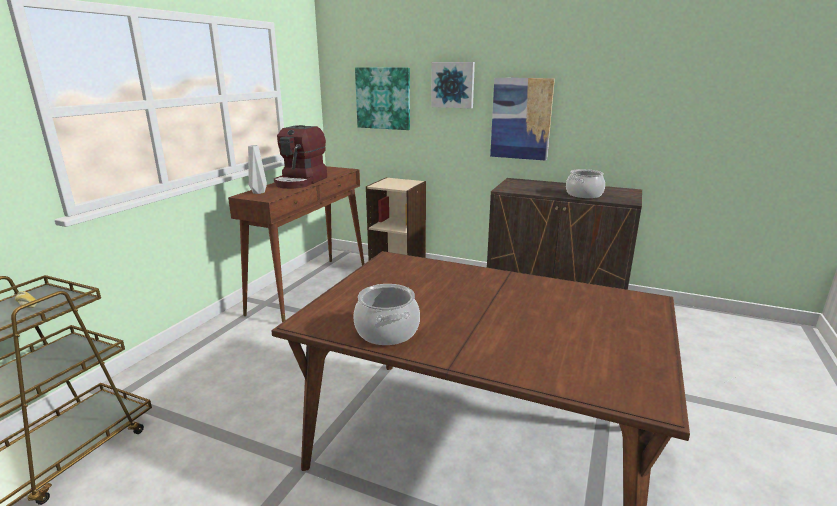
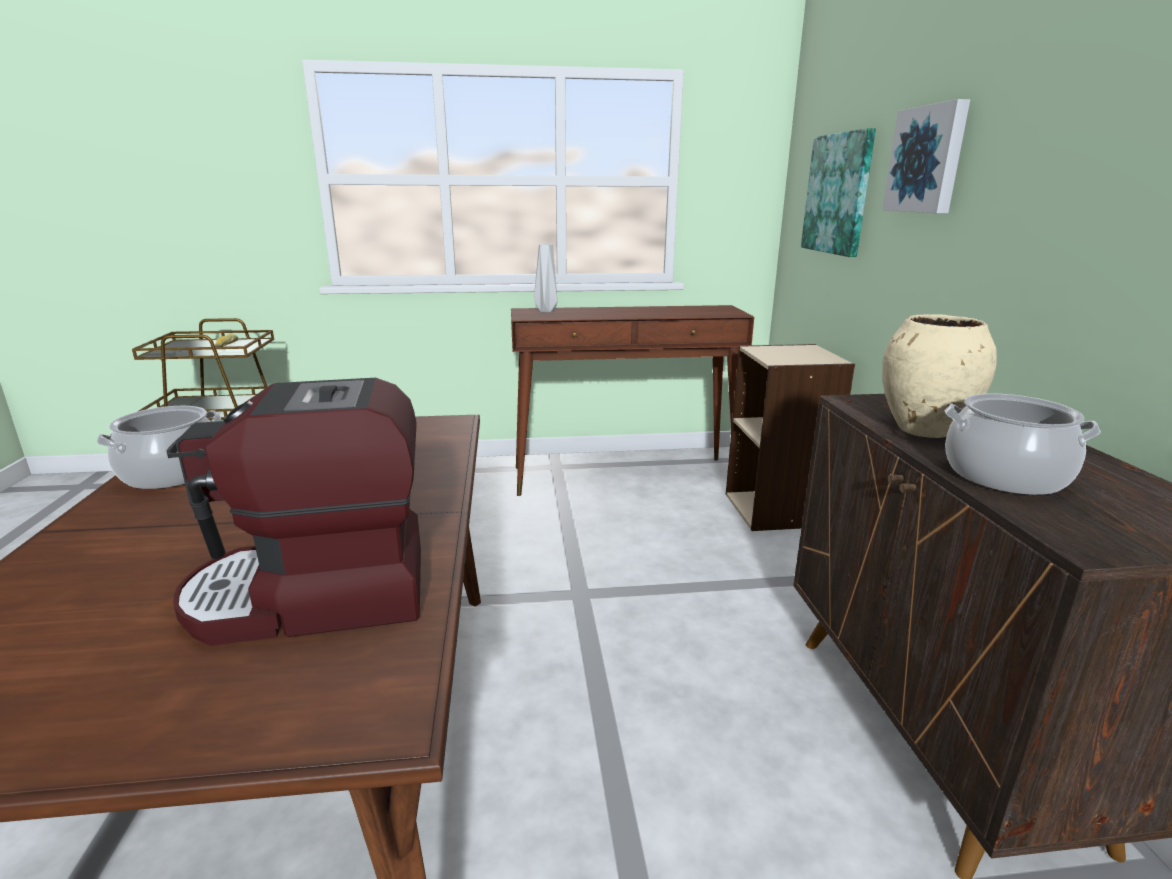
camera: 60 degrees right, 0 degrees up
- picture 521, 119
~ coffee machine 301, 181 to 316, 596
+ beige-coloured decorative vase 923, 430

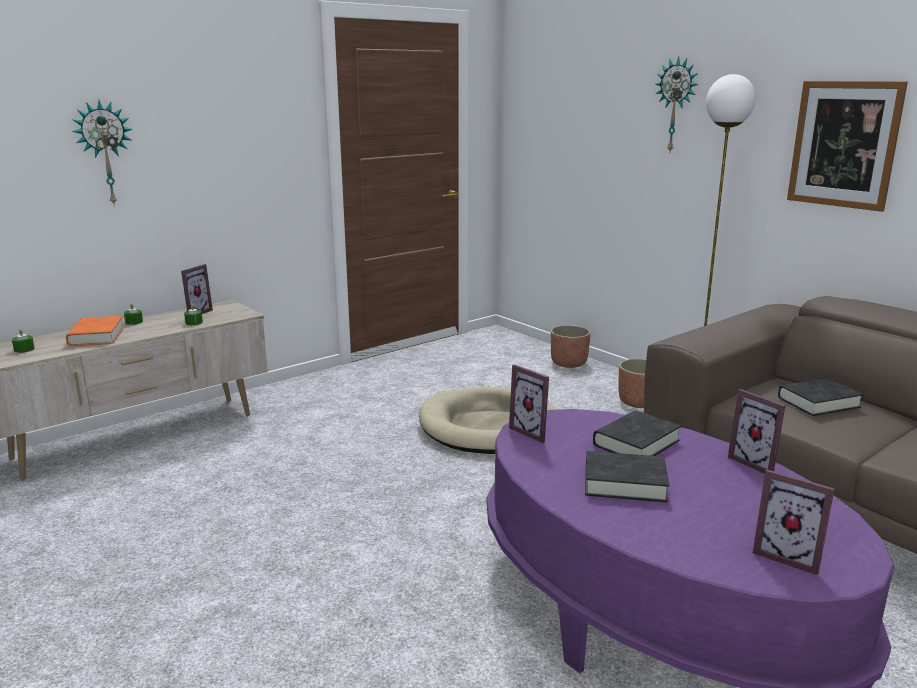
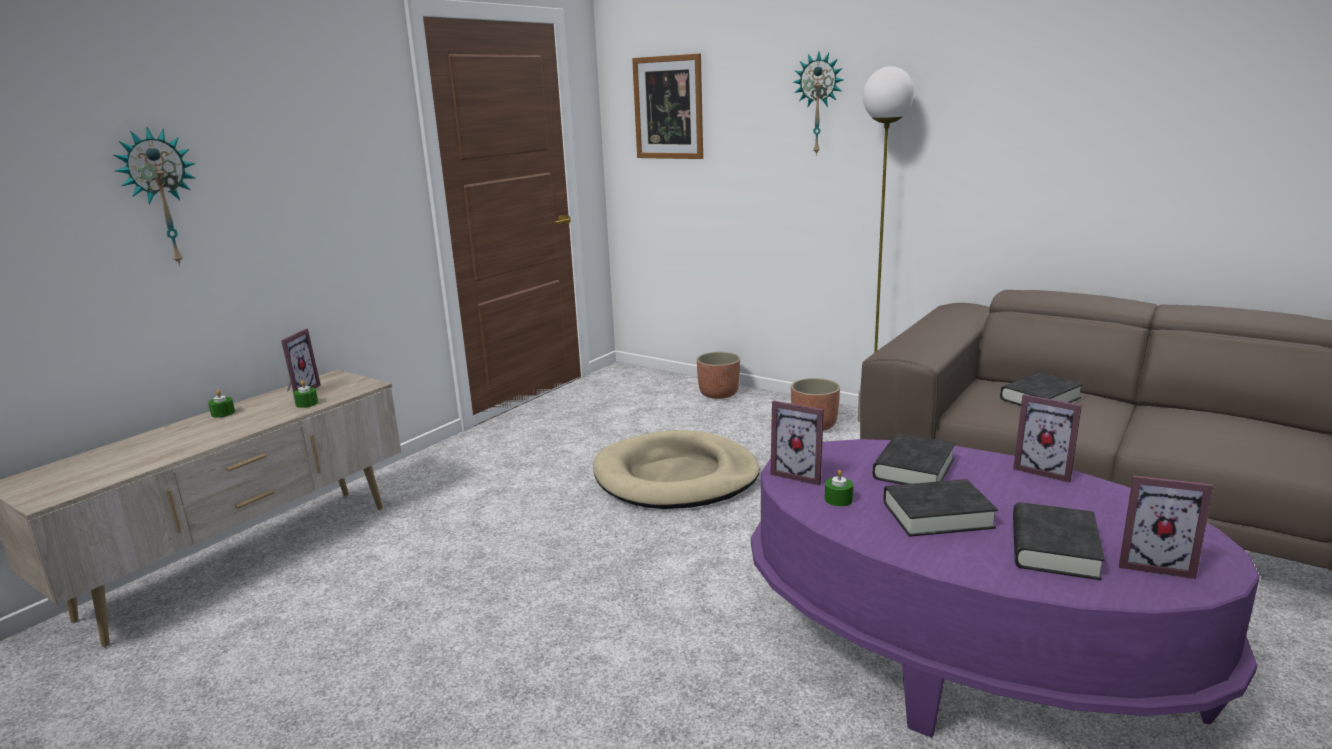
camera: 15 degrees left, 0 degrees up
~ picture 844, 144 to 668, 108
- orangey bound book 96, 336
~ green candle 24, 349 to 838, 499
+ black-coloured bound book 1053, 548

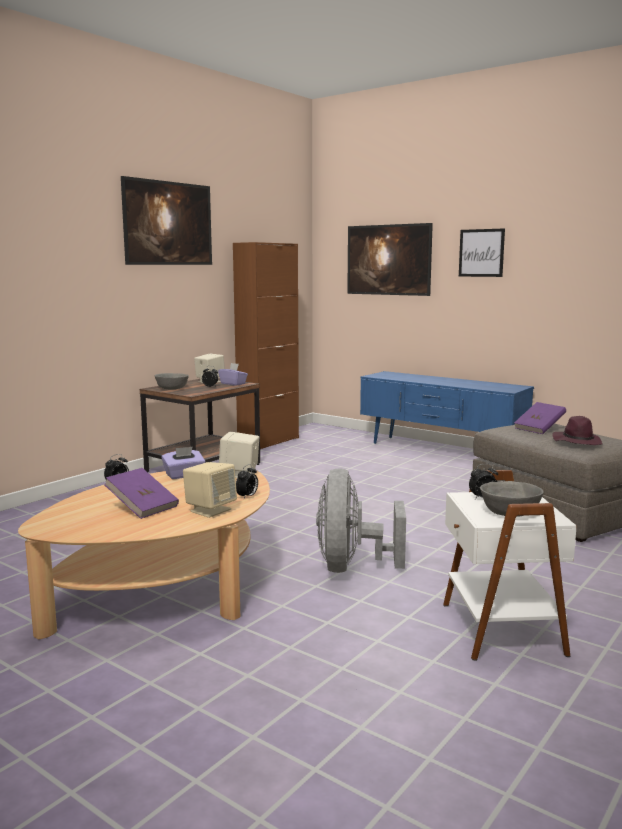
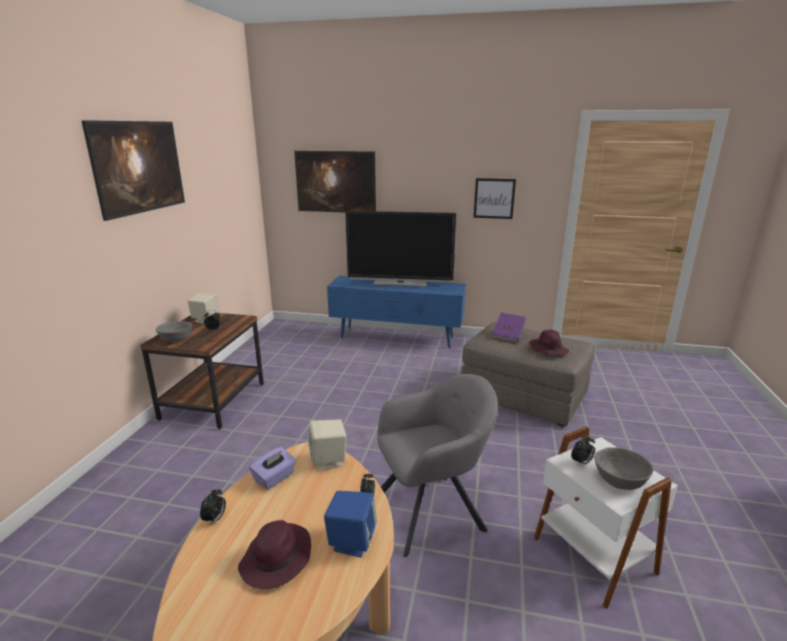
camera: 25 degrees left, 10 degrees up
~ picture 481, 253 to 494, 198
- brown-coloured cupboard 268, 442
- purple-coloured tissue box 233, 384
~ beige-coloured audio speaker 210, 510 to bluish audio speaker 352, 541
~ purple-coloured bound book 142, 507 to purple-coloured hat 276, 559
~ gray cooling fan 351, 567 to gray easy chair 432, 510
+ television 400, 283

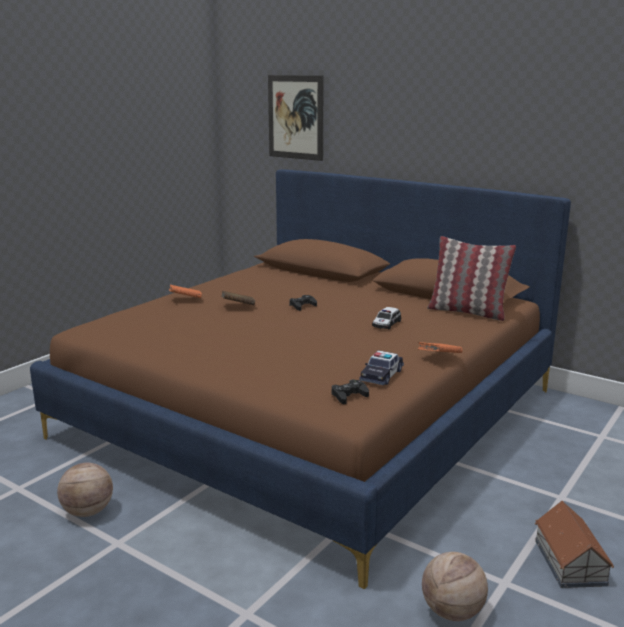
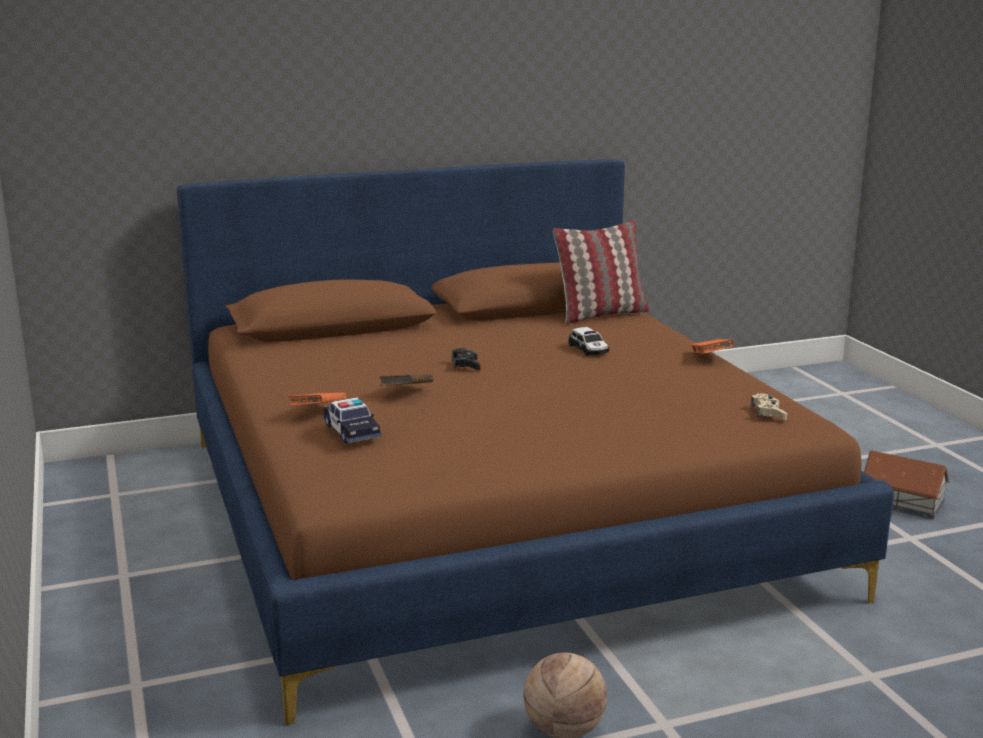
camera: 55 degrees left, 0 degrees up
- picture 295, 117
~ model car 382, 375 to 351, 431
~ black-coloured game controller 349, 396 to beige-coloured game controller 768, 413
- basketball 452, 612

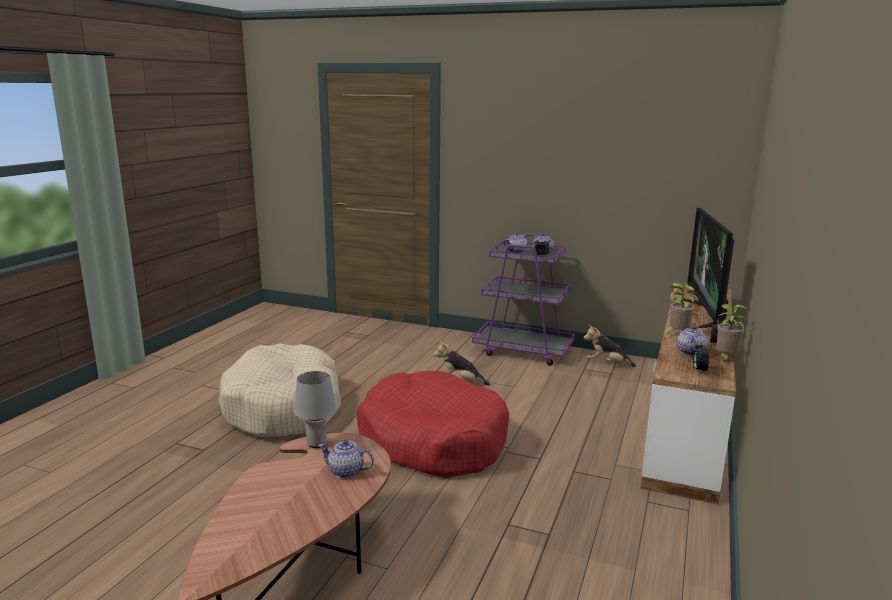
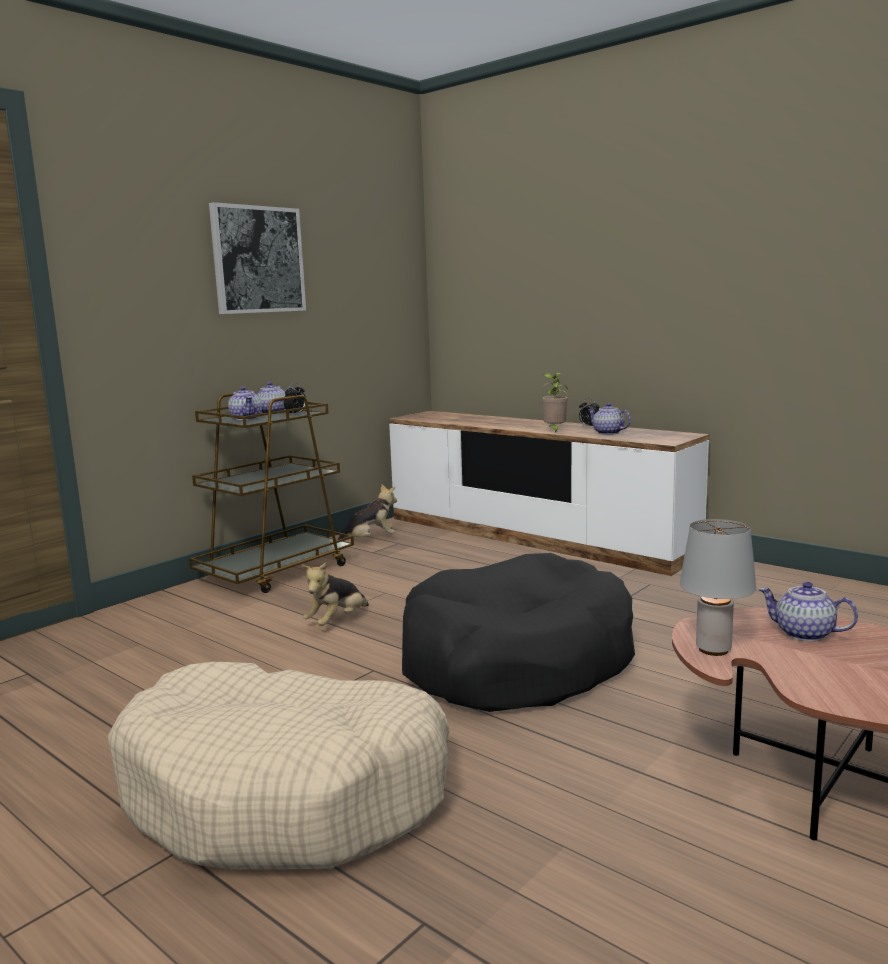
camera: 70 degrees left, 5 degrees down
- television 706, 314
~ purple-coloured cart 523, 351 to brown-coloured cart 276, 571
- potted plant 725, 358
~ plush toy 607, 363 = 370, 540 150 degrees counterclockwise
- bedside clock 699, 370
~ red-coloured dog cushion 432, 440 to black-coloured dog cushion 516, 662
~ pot for tea 345, 471 = 803, 634 90 degrees clockwise
+ picture 257, 260

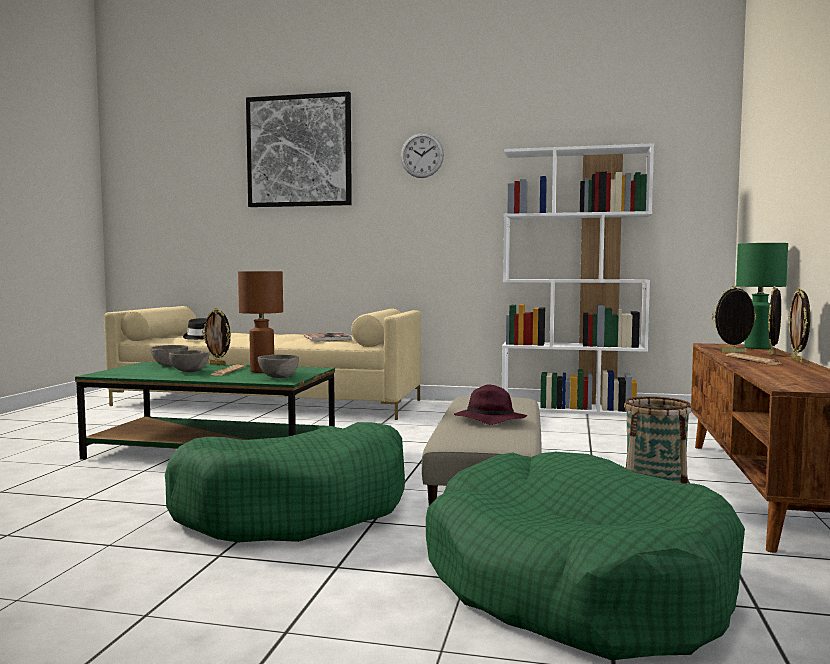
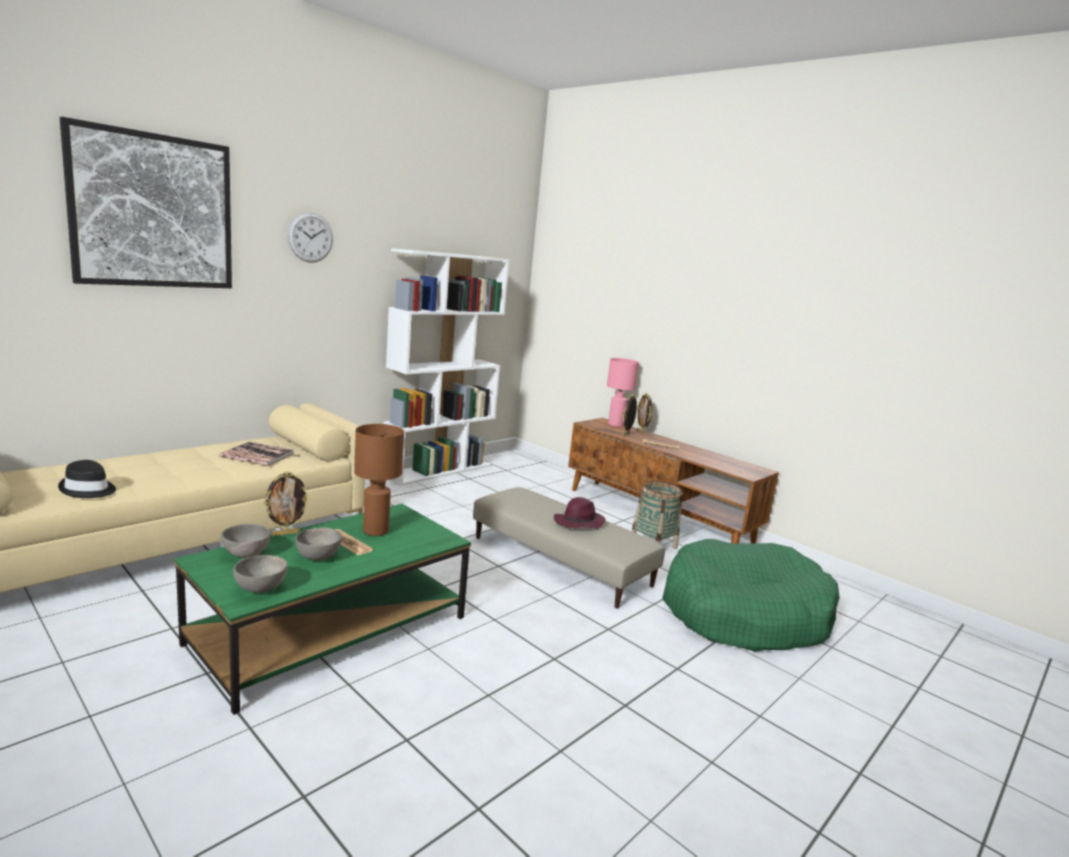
camera: 60 degrees left, 10 degrees up
~ green table lamp 758, 348 to pink table lamp 615, 424
- standing frame 797, 361
~ gray bowl 279, 377 to 261, 589
- green dog cushion 296, 509

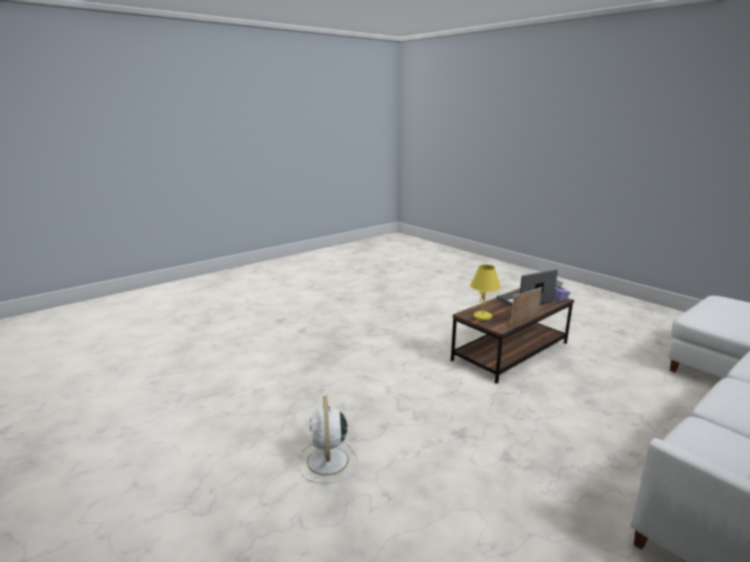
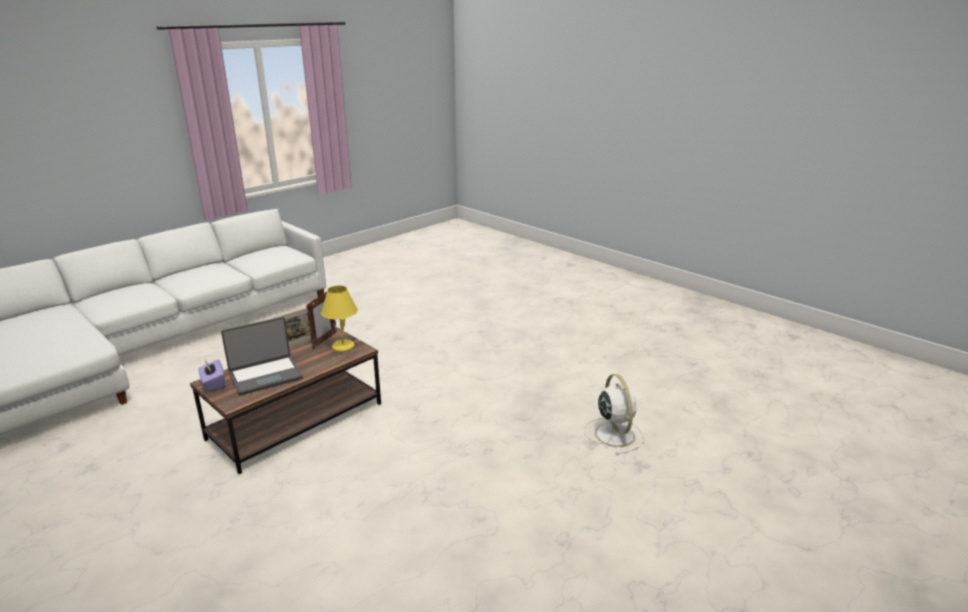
camera: 175 degrees right, 5 degrees up
~ whitish cooling fan 328, 462 to 614, 434
+ standing frame 324, 341

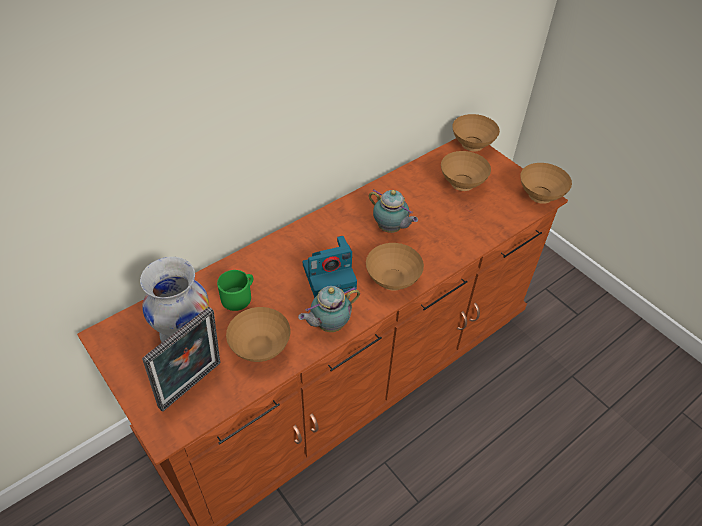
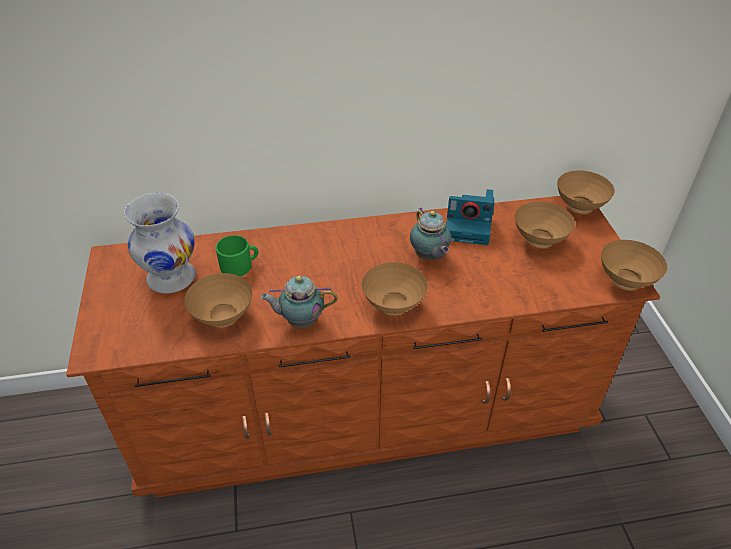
camera: 30 degrees right, 5 degrees down
~ photo camera 330, 275 to 469, 227
- standing frame 193, 387

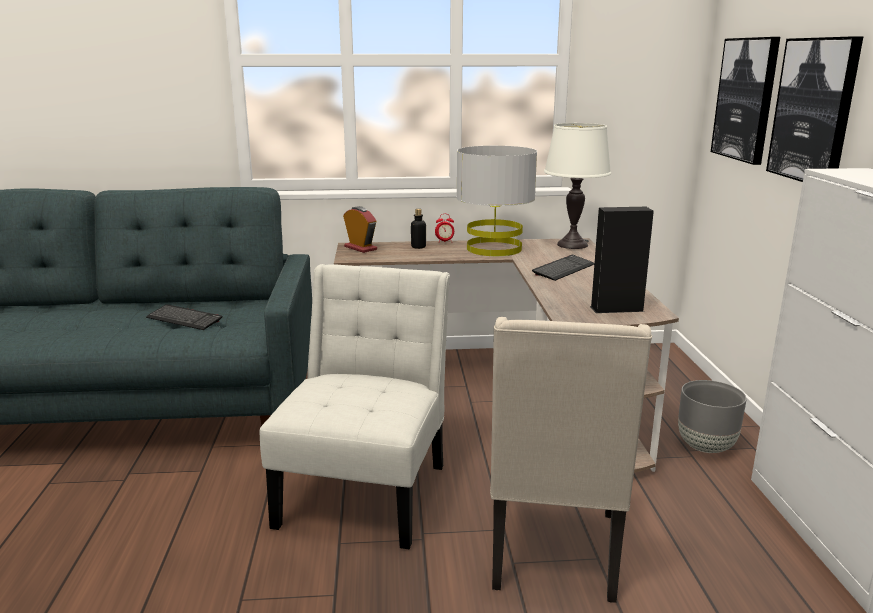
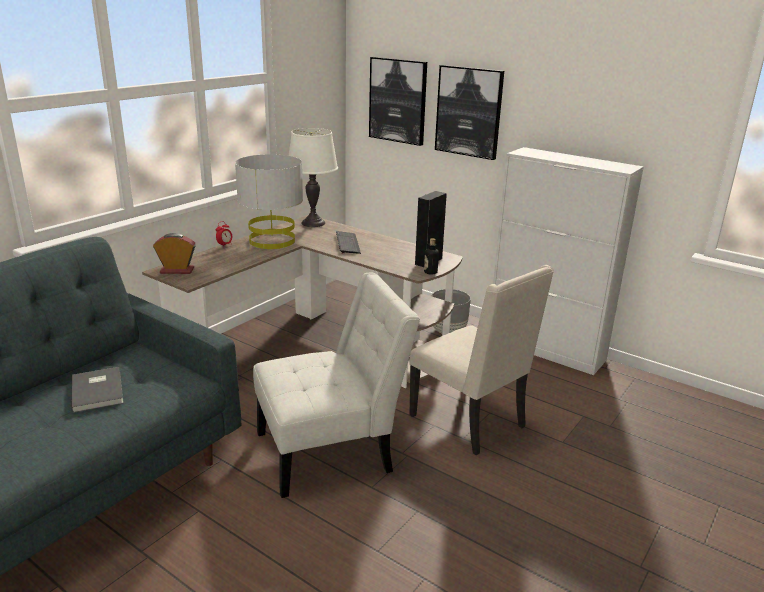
camera: 50 degrees left, 5 degrees up
~ beverage bottle 418, 247 to 430, 272
~ whitish plain chair 367, 489 = 331, 450 105 degrees clockwise
~ computer keyboard 184, 319 to gray bound book 99, 390

